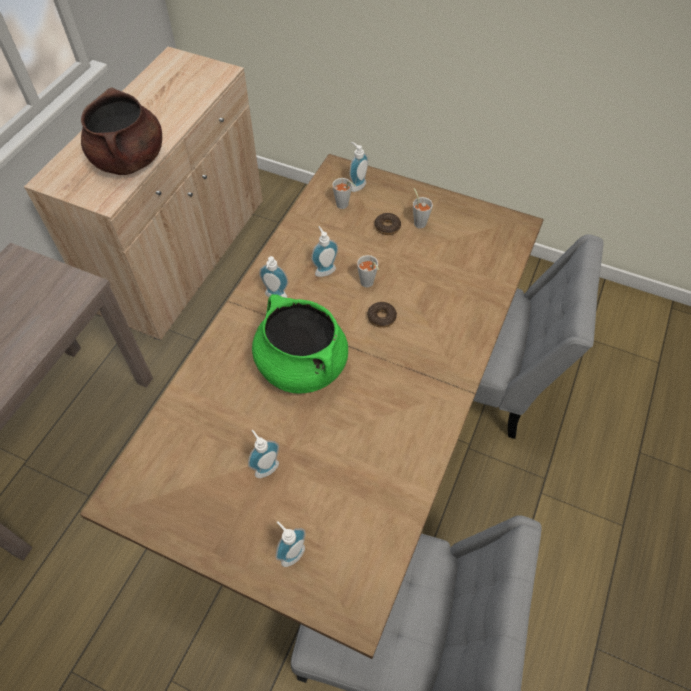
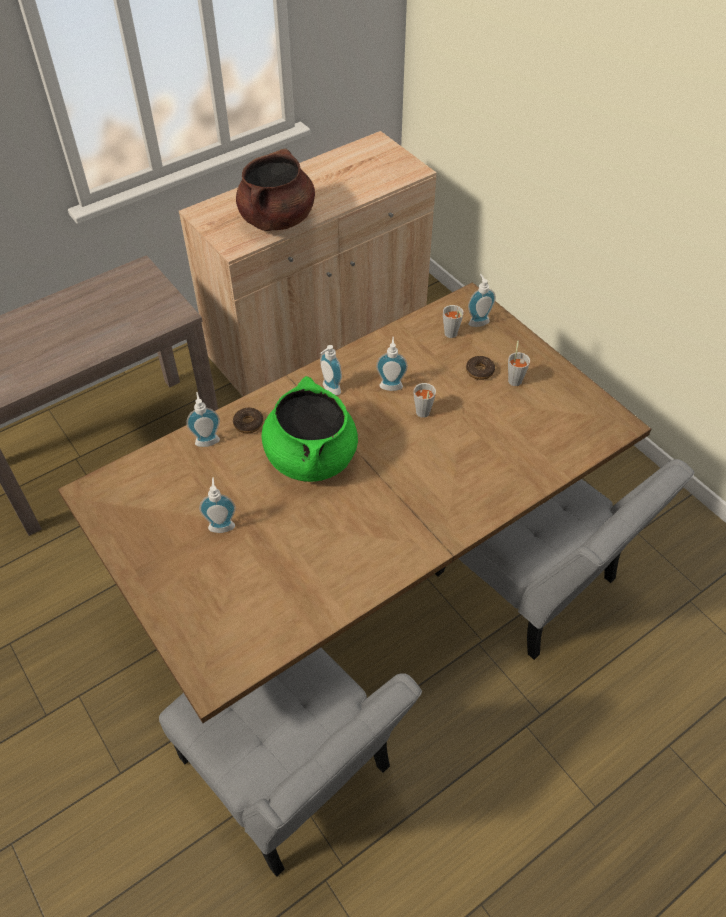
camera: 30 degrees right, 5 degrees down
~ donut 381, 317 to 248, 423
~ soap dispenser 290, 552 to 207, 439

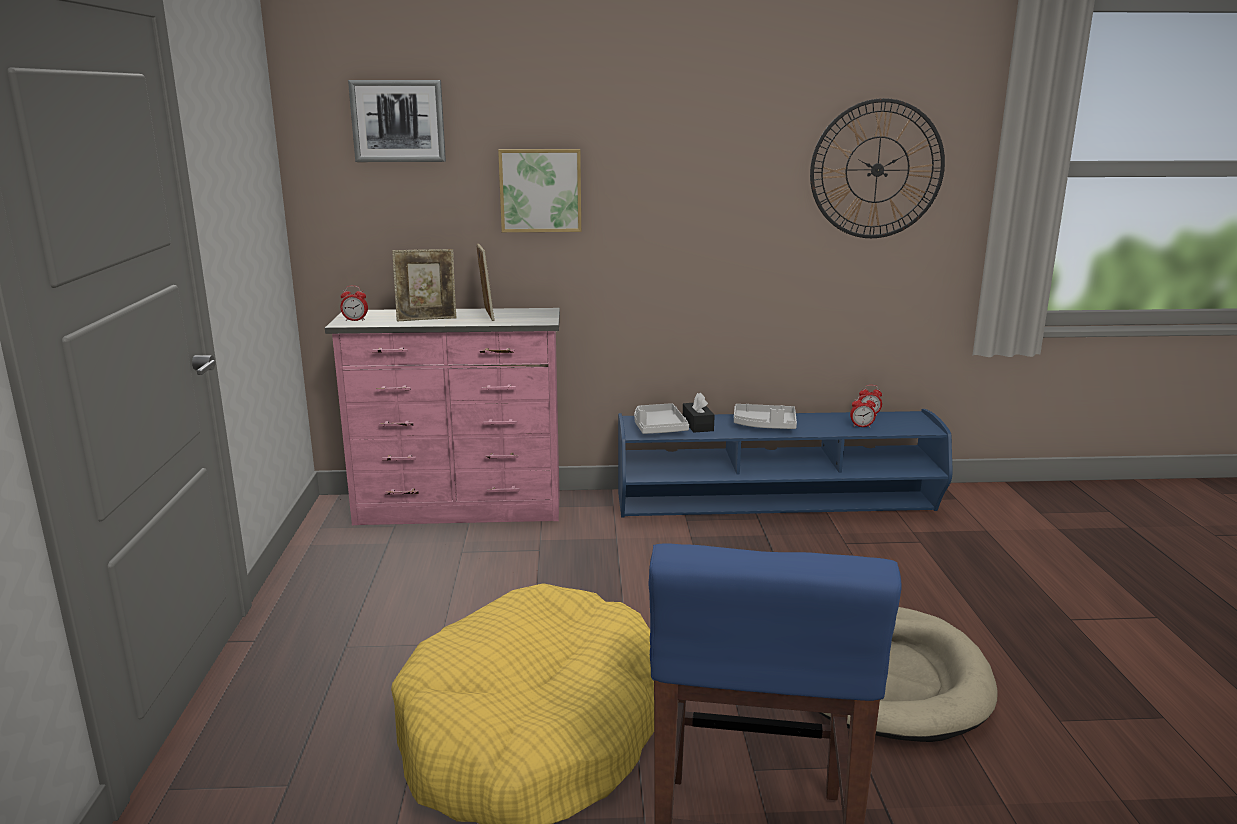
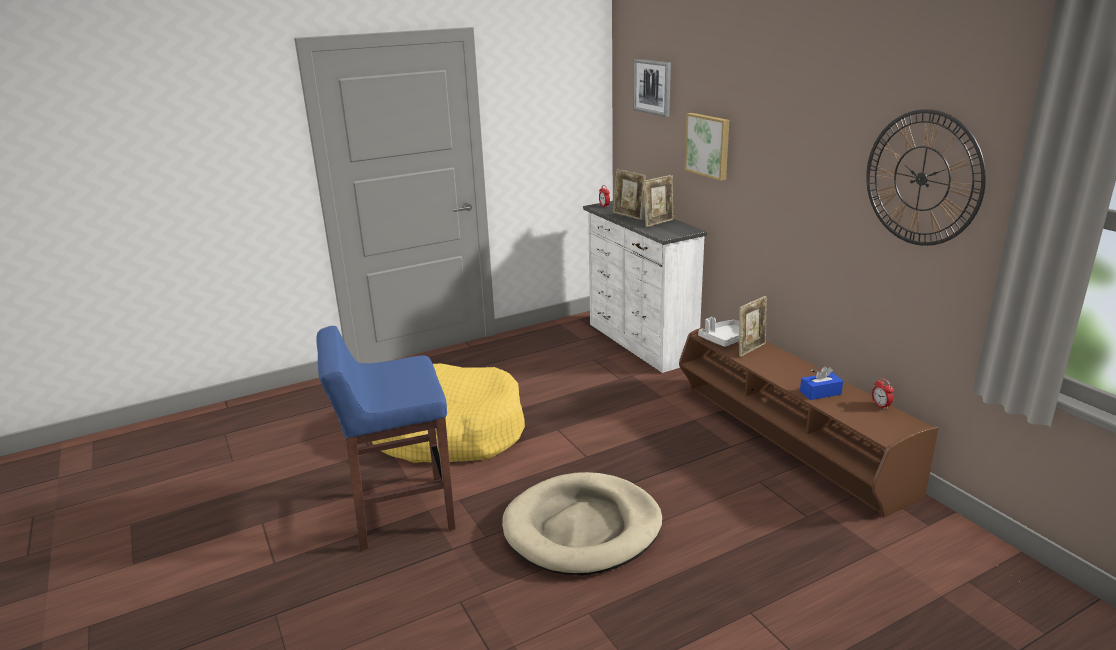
camera: 65 degrees right, 5 degrees up
~ pink drawer chest 460, 510 to whitish drawer chest 639, 343
~ black-coloured tissue box 697, 425 to standing frame 751, 349
- bedside clock 861, 426
- gray tray 764, 425
~ bluish tv unit 777, 506 to brown-coloured tv unit 787, 440
+ bluish tissue box 820, 393

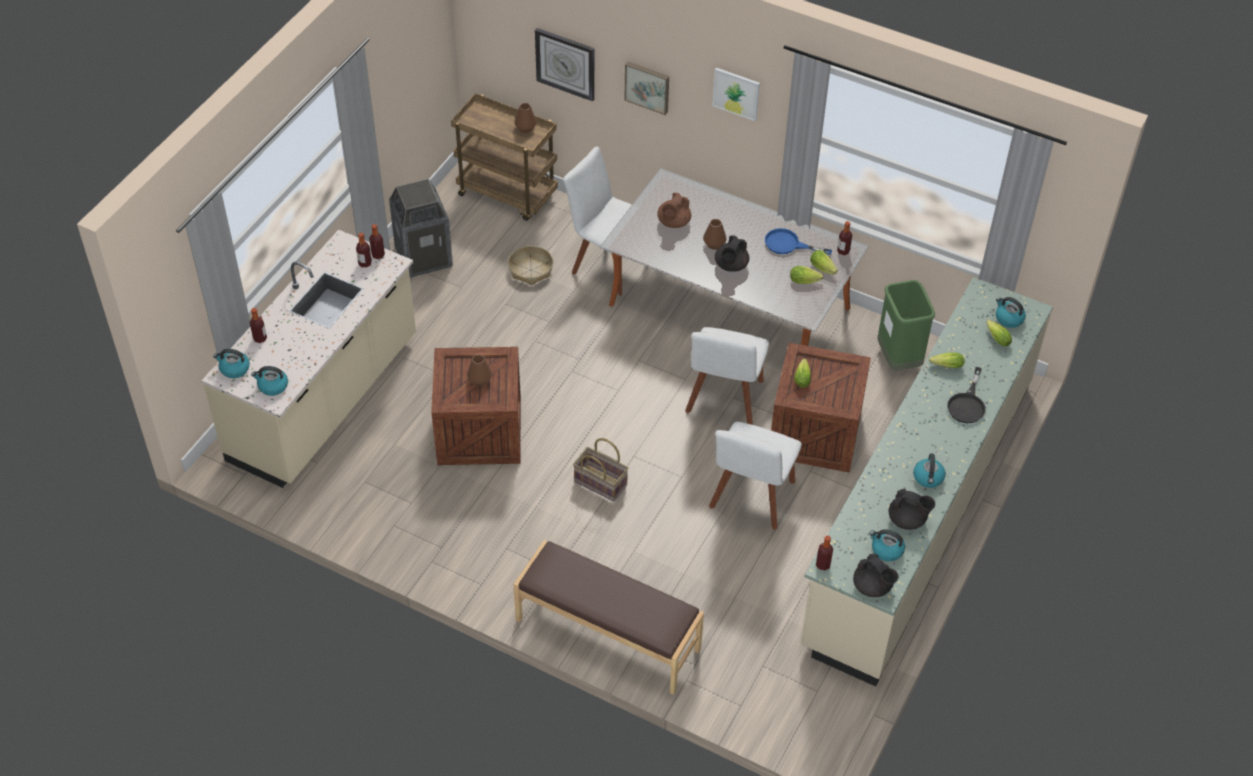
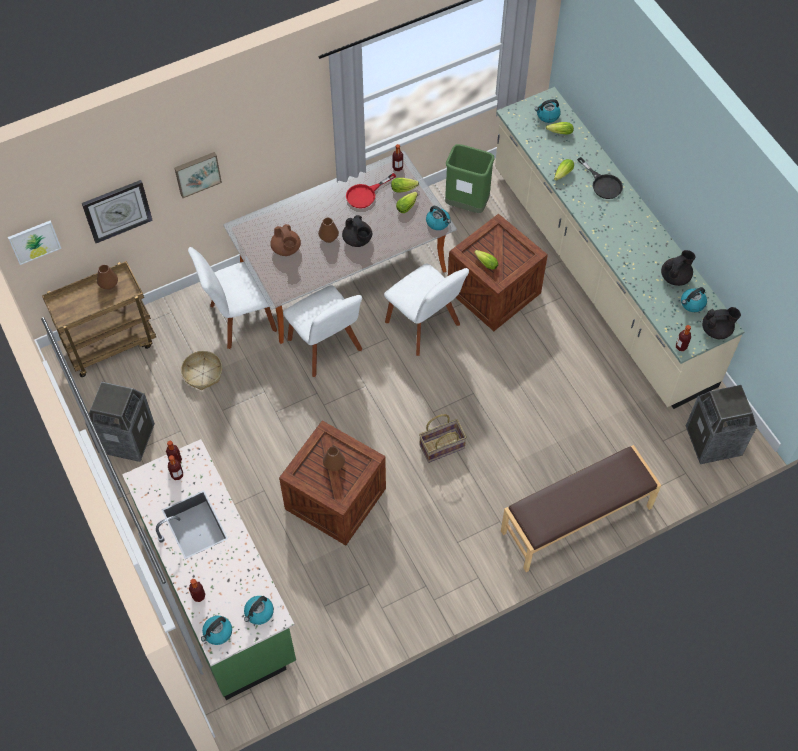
camera: 55 degrees left, 10 degrees up
~ picture 736, 93 to 34, 241
~ bluish pan 788, 244 to red-coloured pan 365, 194
~ beige-coloured counter 325, 400 to green counter 220, 591
~ whitish plain chair 751, 498 to 326, 347
~ kettle 928, 478 to 438, 222
+ trash can 713, 442

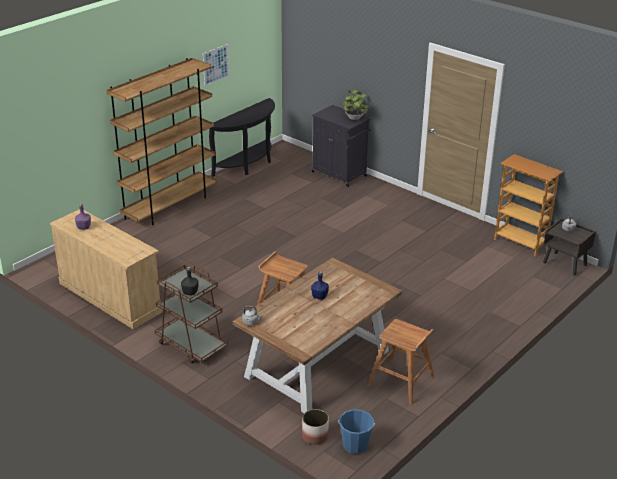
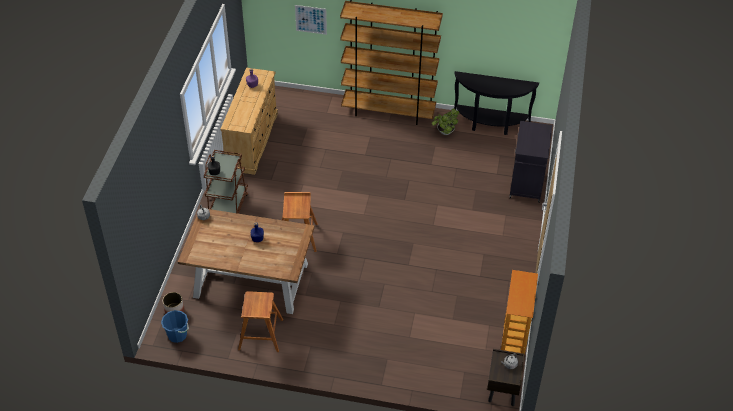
camera: 60 degrees right, 15 degrees up
~ picture 216, 65 to 311, 19
~ potted plant 355, 119 to 444, 132

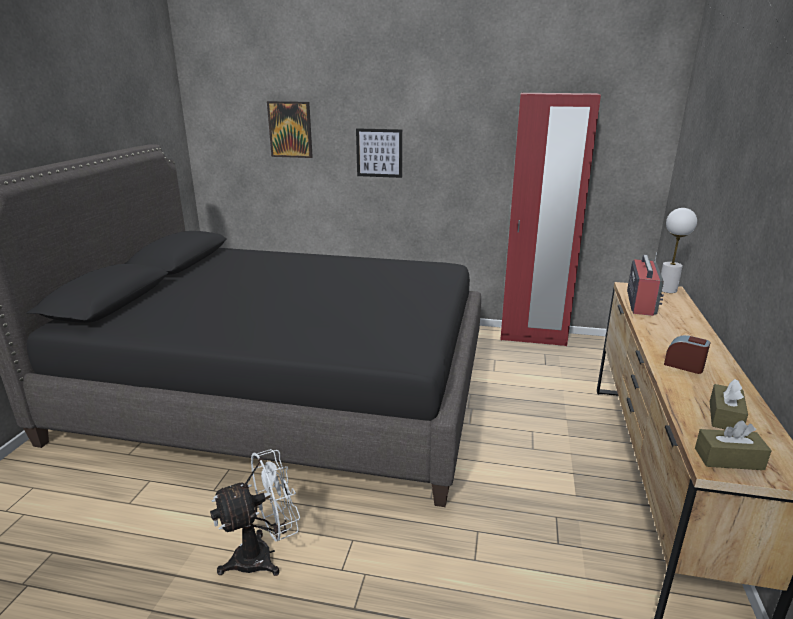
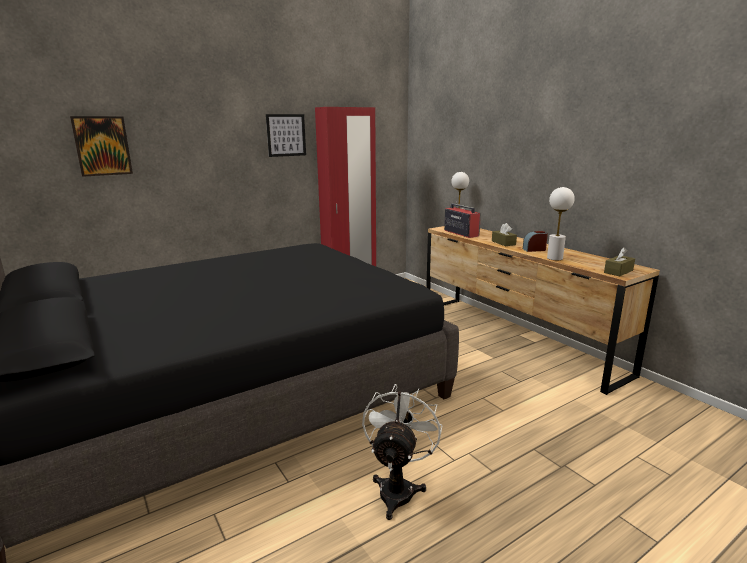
camera: 45 degrees left, 5 degrees down
~ picture 379, 153 to 286, 135
~ brown-coloured tissue box 725, 416 to 503, 243
+ whitish table lamp 555, 258

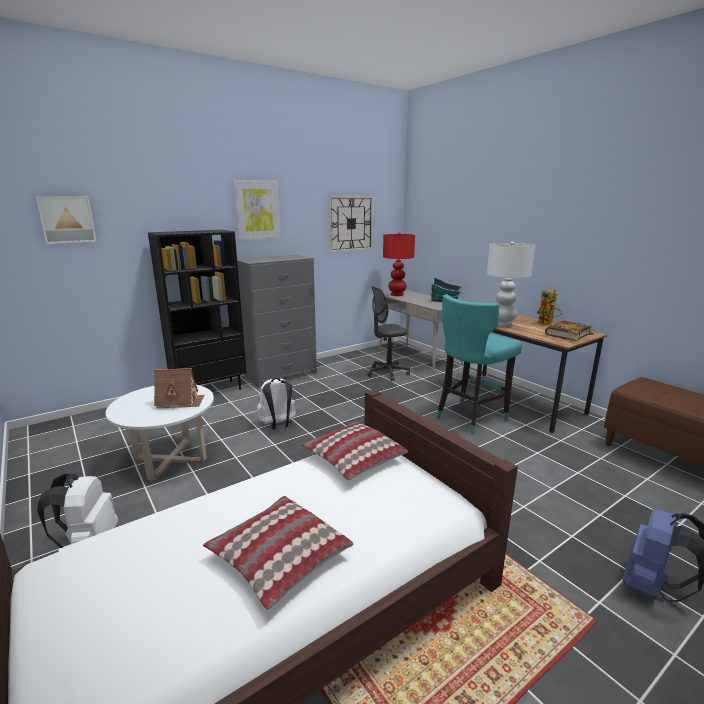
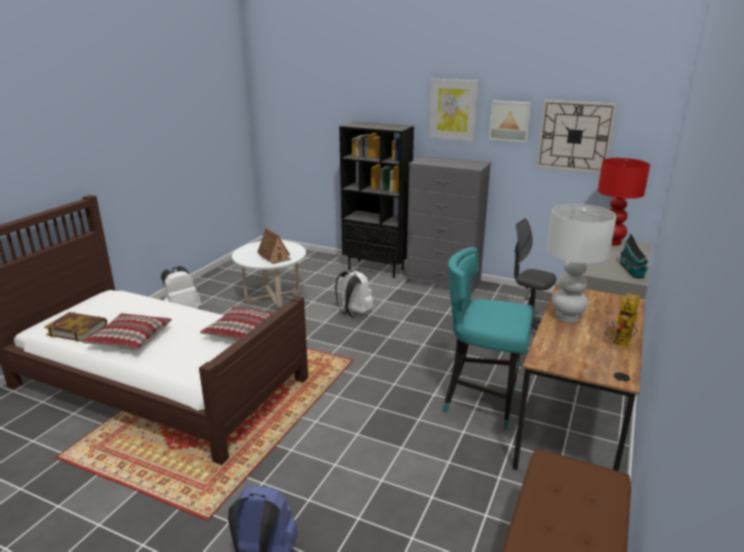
camera: 60 degrees right, 5 degrees up
~ picture 67, 219 to 510, 121
~ bound book 567, 334 to 78, 330

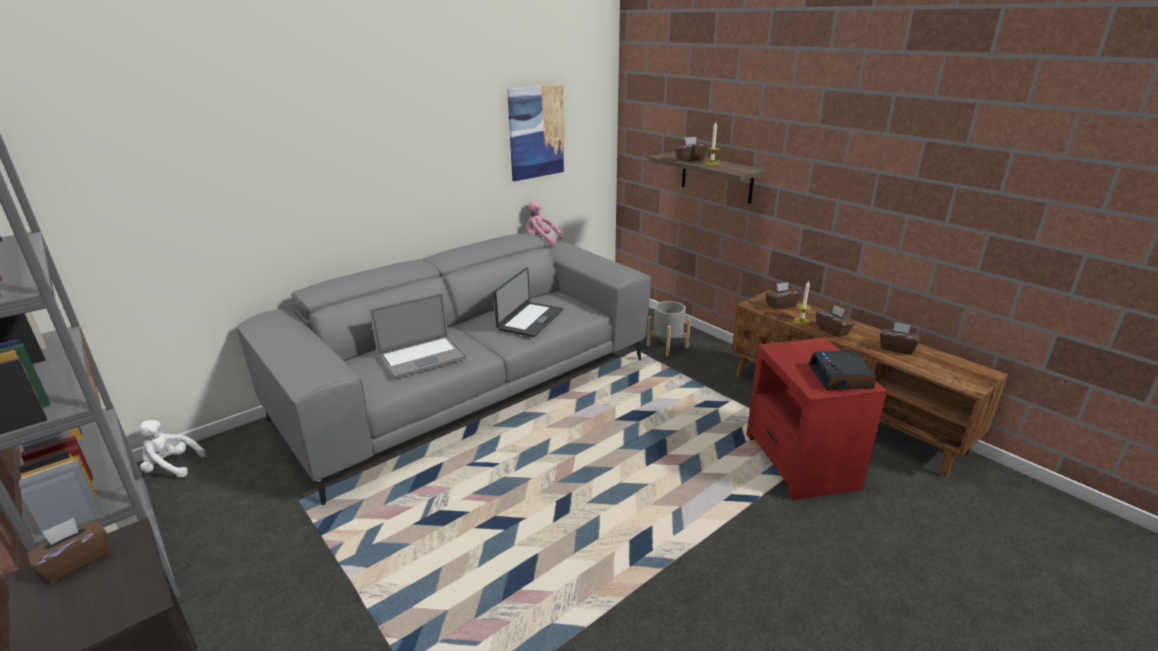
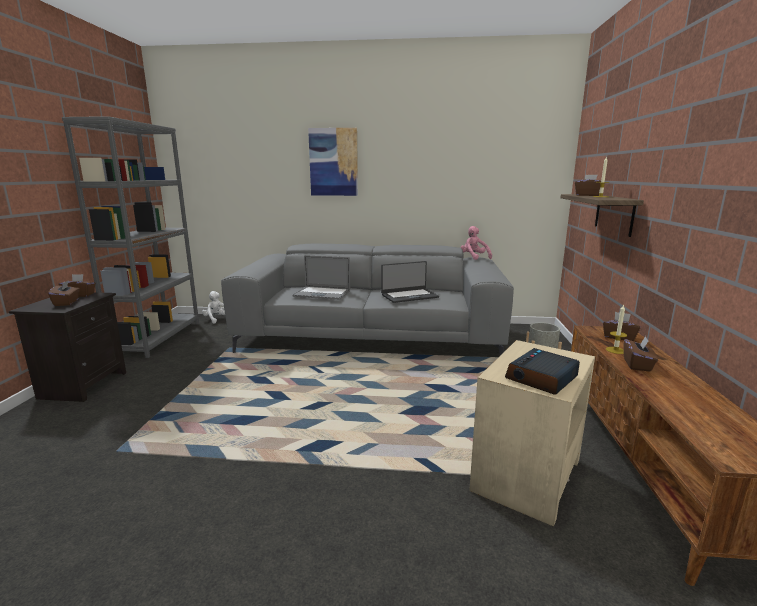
camera: 45 degrees right, 10 degrees down
~ picture 536, 132 to 333, 162
~ brown-coloured tissue box 896, 348 to 67, 302
~ red-coloured side table 800, 461 to beige-coloured side table 525, 475

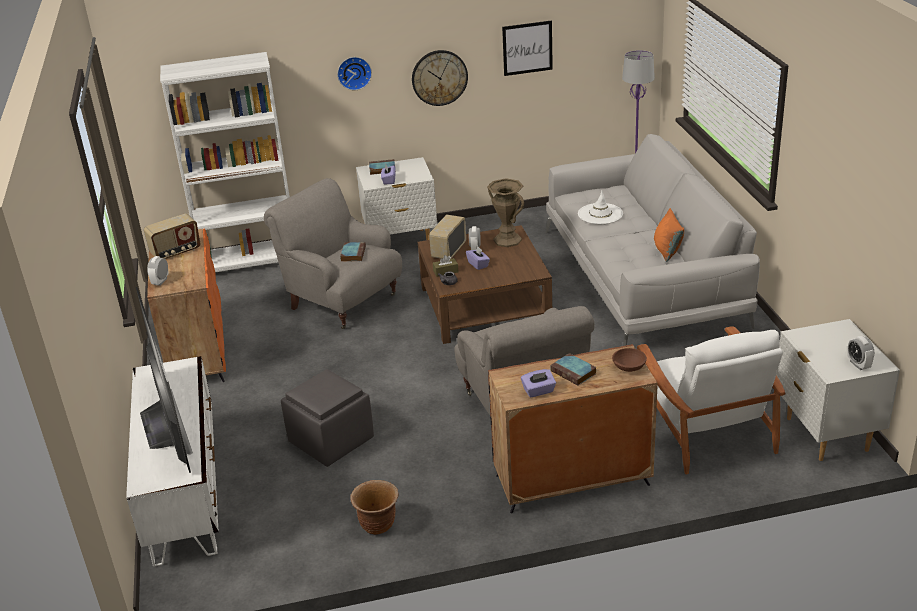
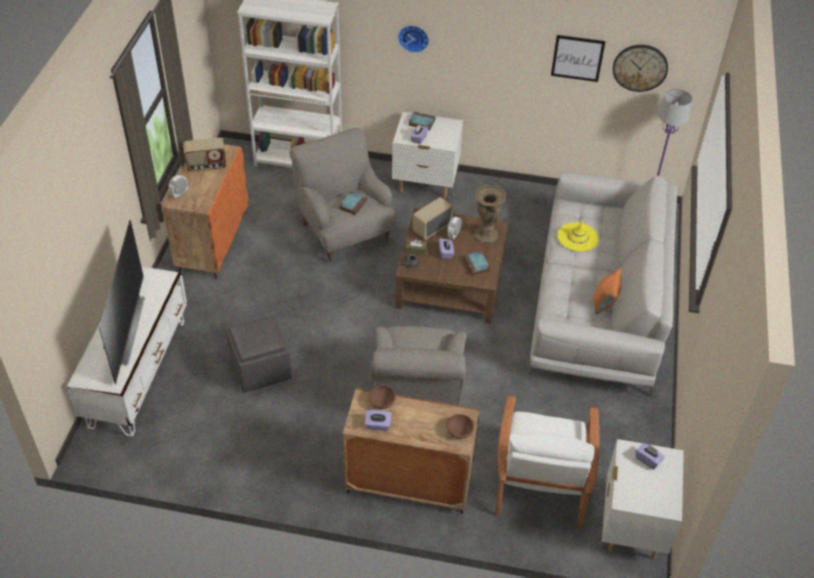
camera: 20 degrees right, 15 degrees up
~ wall clock 439, 77 to 640, 67
~ whitish hat 600, 214 to yellow hat 577, 237
- bedside clock 858, 364
~ bound book 574, 372 to 477, 265
- brown-coloured plant pot 377, 524
+ brown-coloured bowl 382, 401
+ purple-coloured tissue box 648, 460

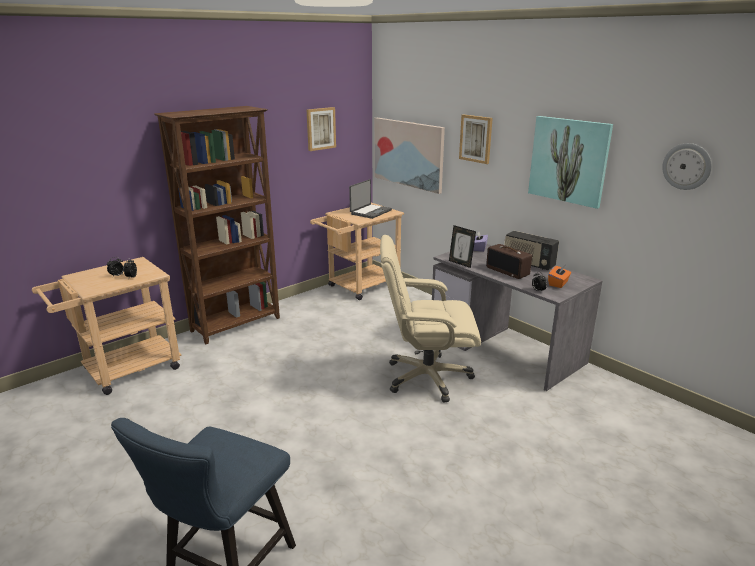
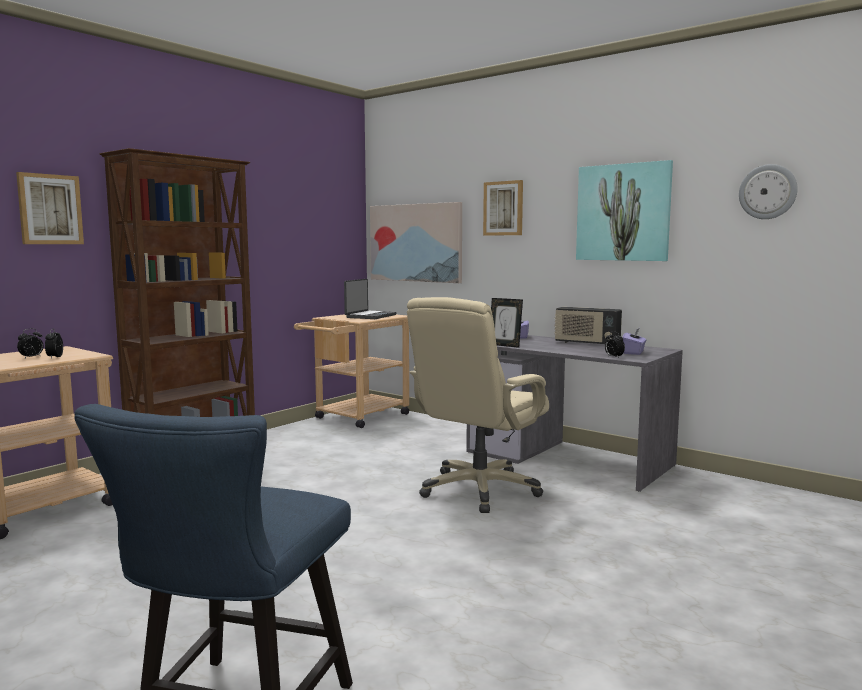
camera: 10 degrees left, 15 degrees down
~ picture 320, 128 to 50, 209
~ beige-coloured computer chair 426, 377 = 479, 490 45 degrees counterclockwise
- radio set 508, 271
~ orangey tissue box 558, 283 to purple-coloured tissue box 633, 352

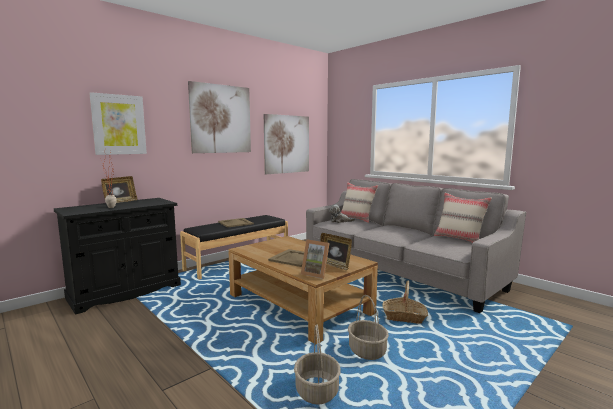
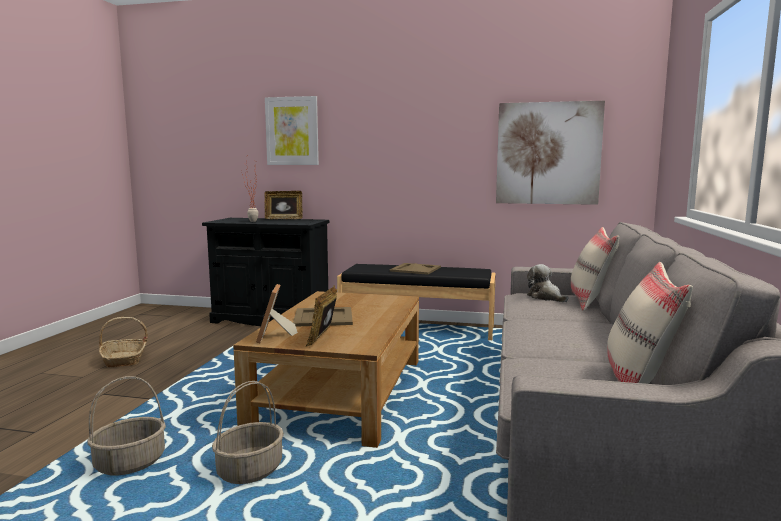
camera: 55 degrees right, 0 degrees up
- picture 221, 119
~ basket 404, 317 to 124, 359

